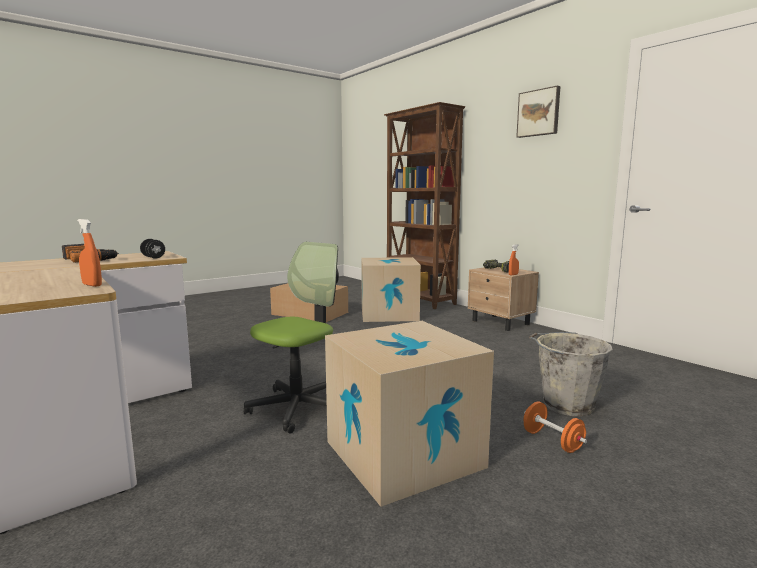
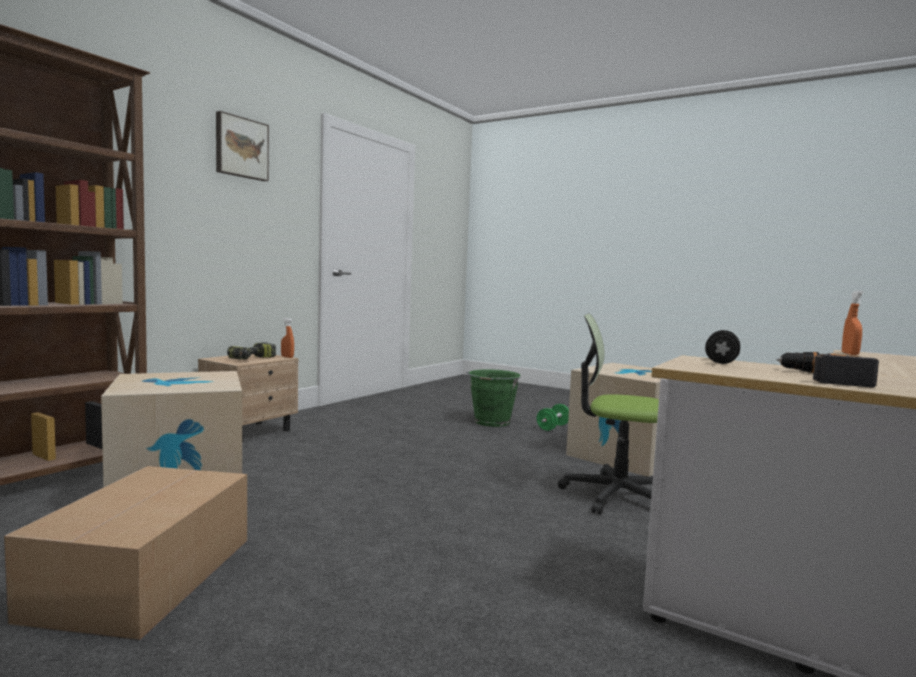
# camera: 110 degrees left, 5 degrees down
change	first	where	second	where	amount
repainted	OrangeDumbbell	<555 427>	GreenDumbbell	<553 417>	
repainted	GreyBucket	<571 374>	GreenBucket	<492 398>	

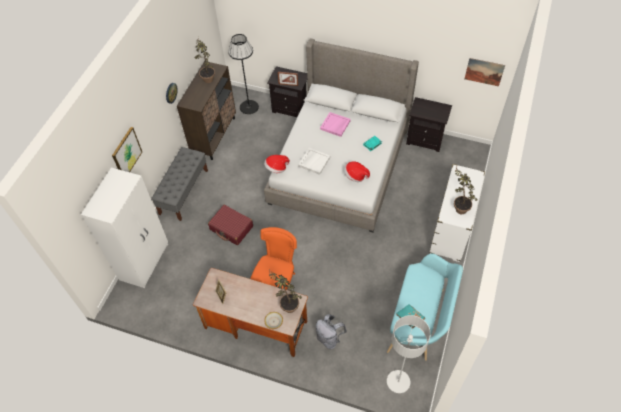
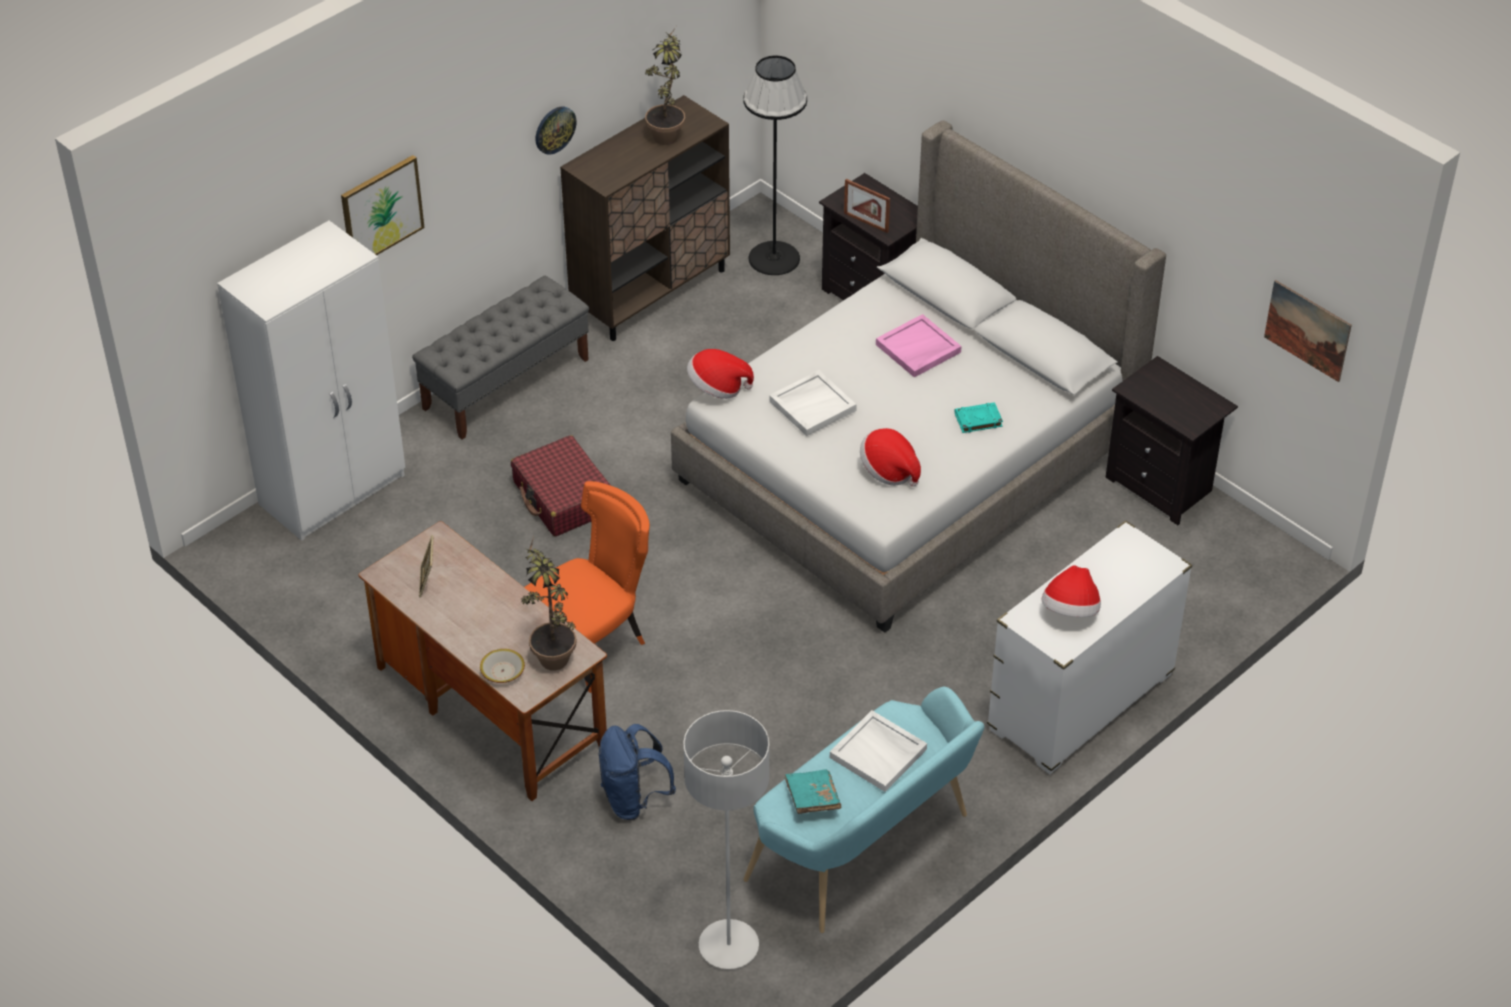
# camera: 25 degrees right, 10 degrees down
change	first	where	second	where	amount
new			WhiteTray	<878 751>	
swapped	PottedPlant	<466 190>	Hat	<1071 591>	
repainted	GreyBackpack	<331 331>	BlueBackpack	<637 772>	

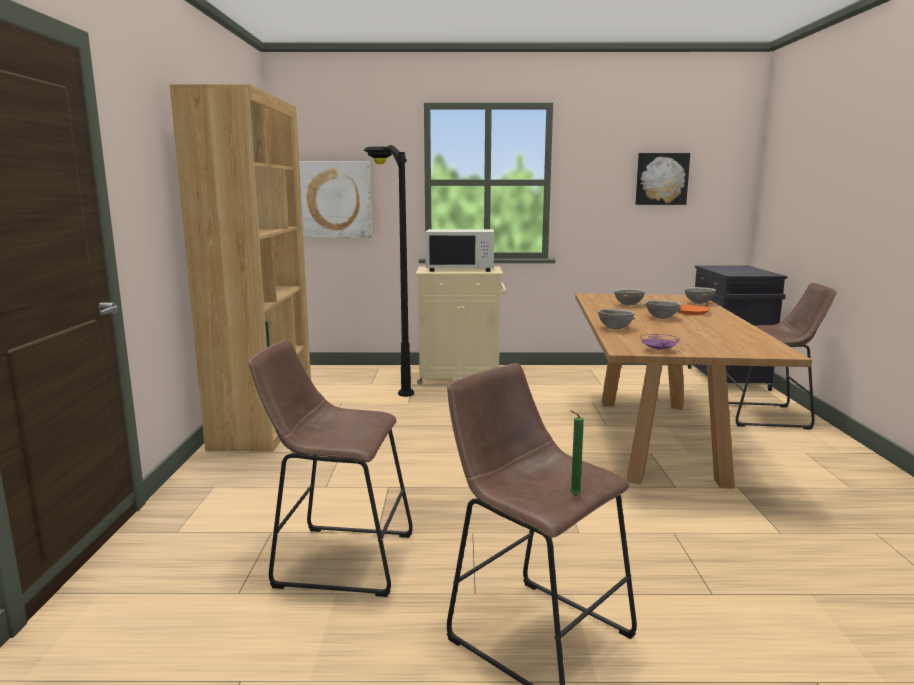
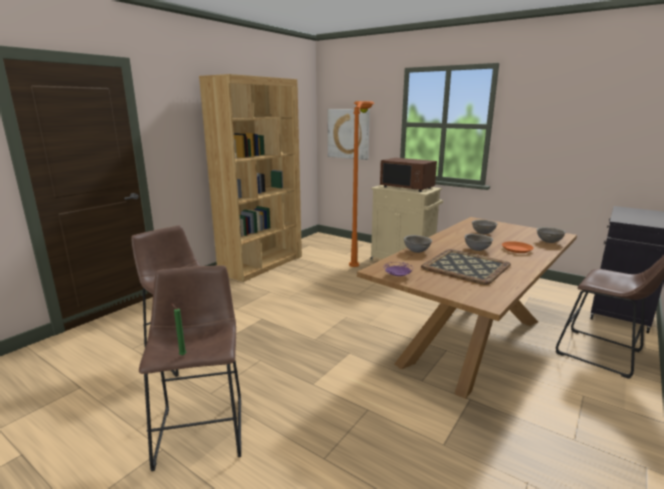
# camera: 35 degrees right, 5 degrees up
change	first	where	second	where	amount
gone	Picture	<662 179>			
new			Tray	<466 267>	
repainted	BlackFloorLamp	<388 271>	OrangeFloorLamp	<362 184>	
repainted	WhiteMicrowave	<459 250>	BrownMicrowave	<408 175>	

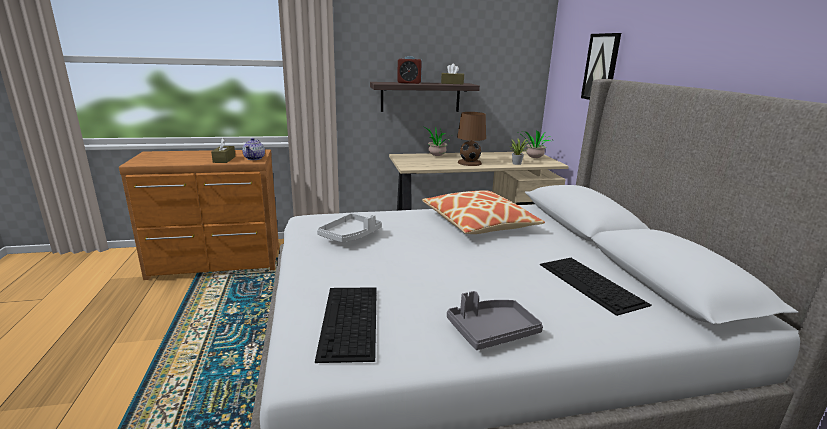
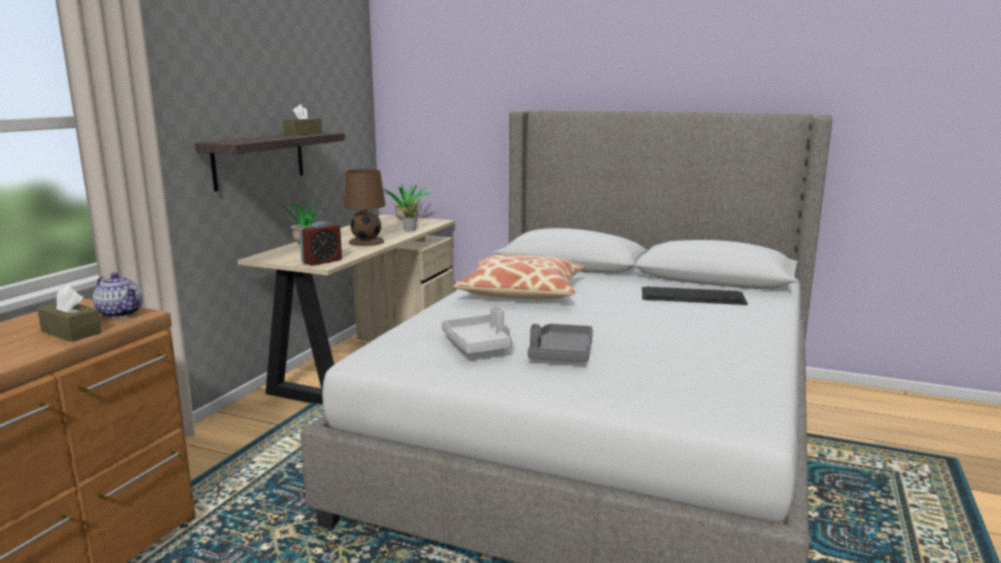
# camera: 55 degrees left, 5 degrees down
change	first	where	second	where	amount
gone	Keyboard	<346 325>			
gone	Picture	<601 66>			
shifted	AlarmClock	<409 70>		<320 244>	
shifted	GreyTray	<495 320>		<560 343>	

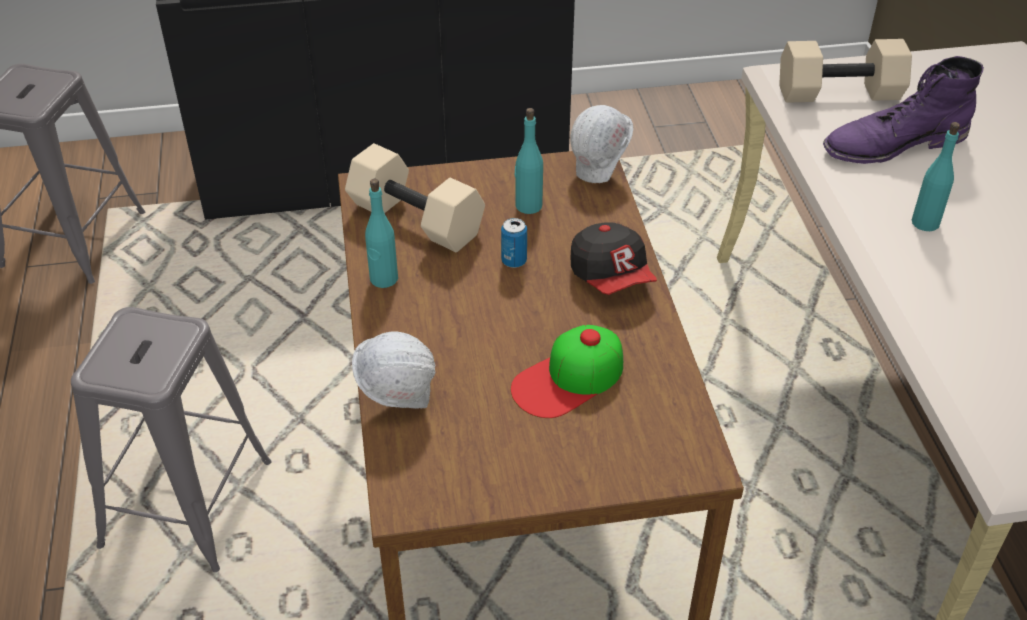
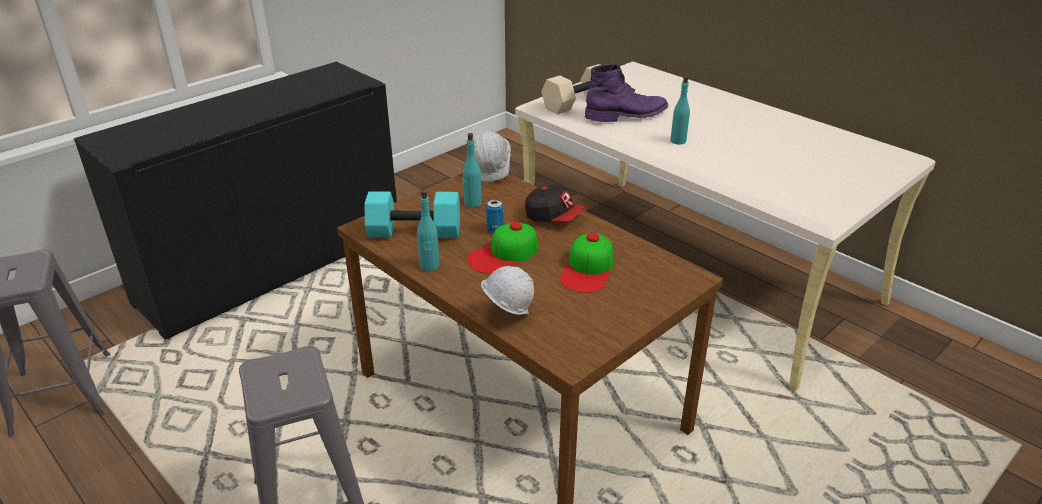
# camera: 35 degrees left, 10 degrees down
change	first	where	second	where	amount
new			Cap	<502 248>	
repainted	BeigeDumbbell	<415 197>	TurquoiseDumbbell	<412 214>	
rotated	PurpleBoot	<903 110>		<627 92>	150 degrees counterclockwise

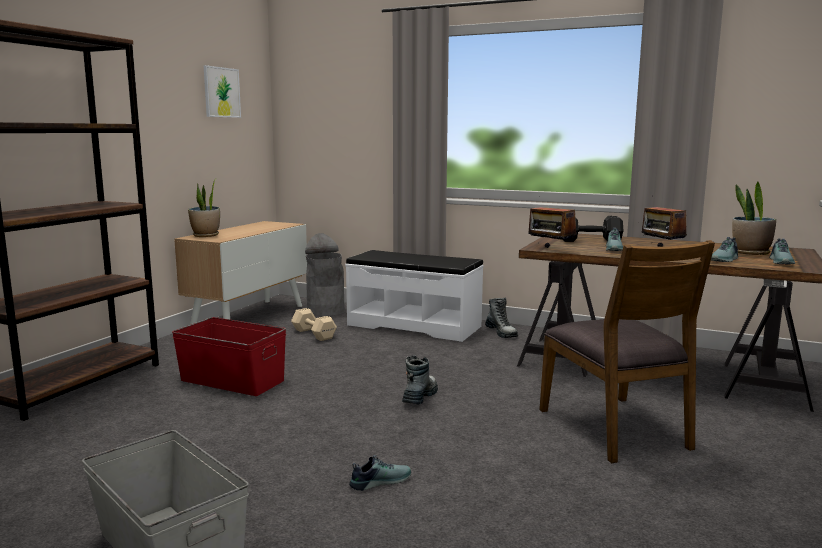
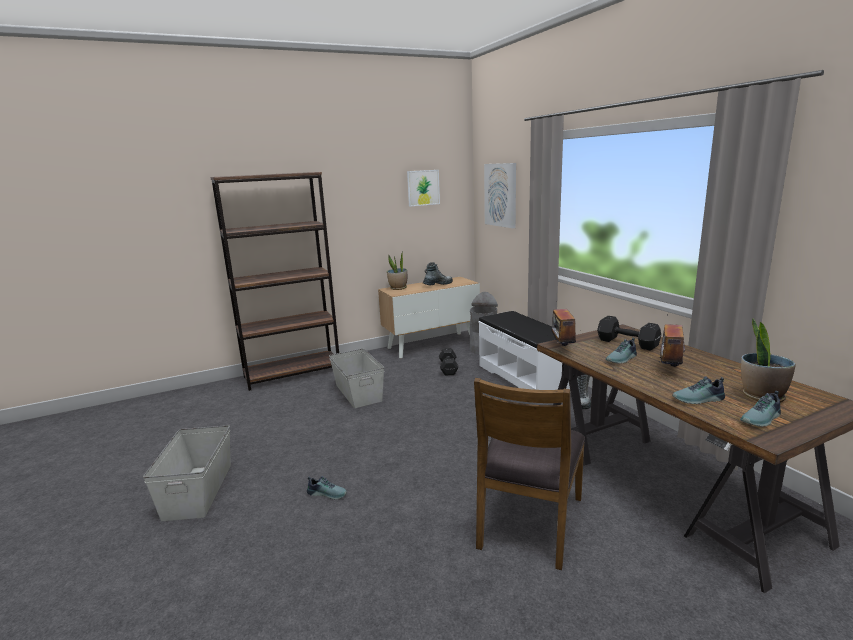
# camera: 40 degrees right, 5 degrees up
change	first	where	second	where	amount
new			Picture	<500 195>	
shifted	Boot	<420 380>		<438 273>	
repainted	RedStorageBox	<229 356>	GreyStorageBox	<356 378>	
repainted	BeigeDumbbell	<314 324>	BlackDumbbell	<449 362>	

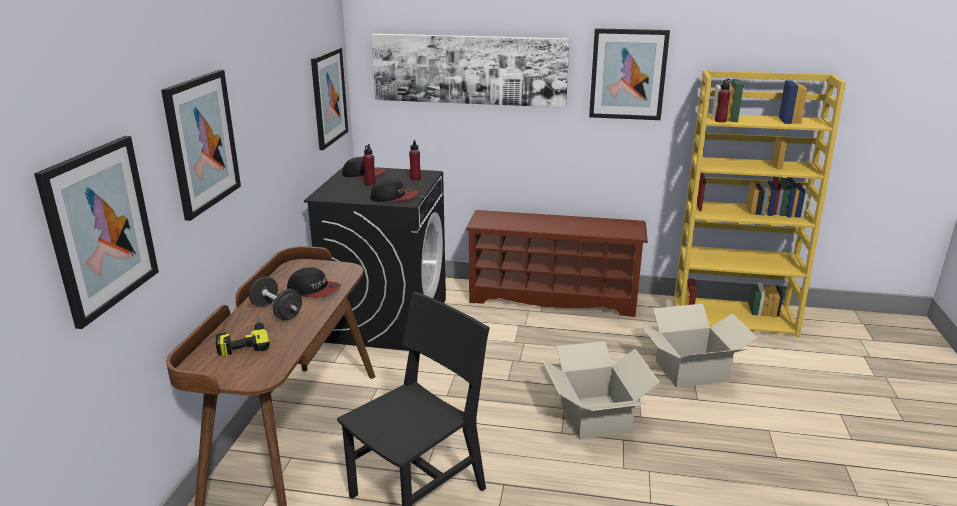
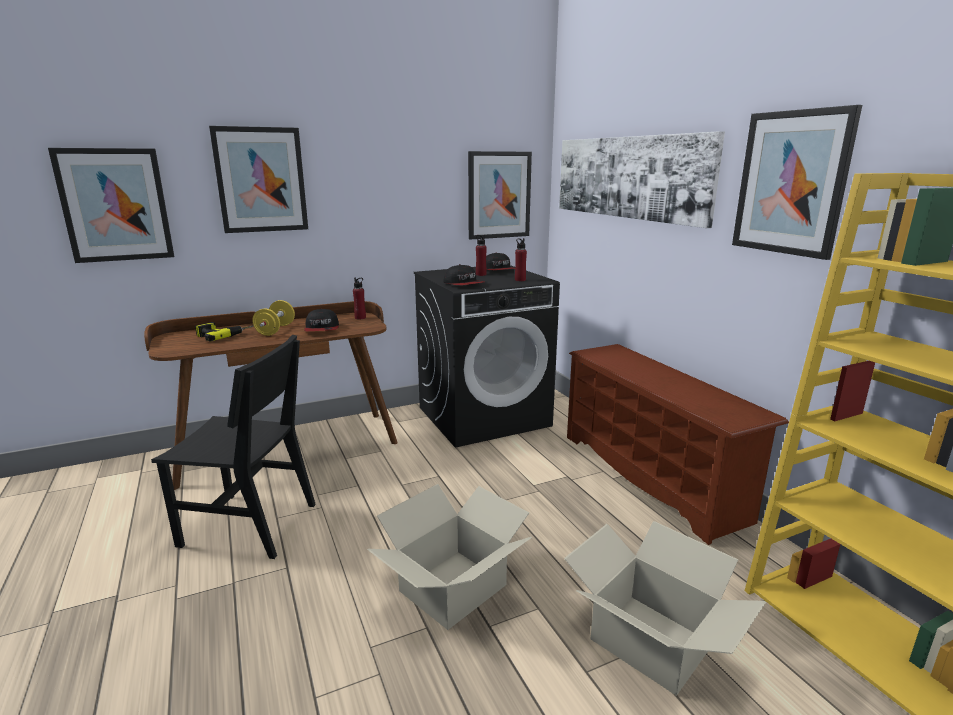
# camera: 55 degrees right, 5 degrees down
change	first	where	second	where	amount
shifted	RedBottle	<722 101>		<359 298>	
repainted	BlackDumbbell	<275 298>	YellowDumbbell	<274 318>	

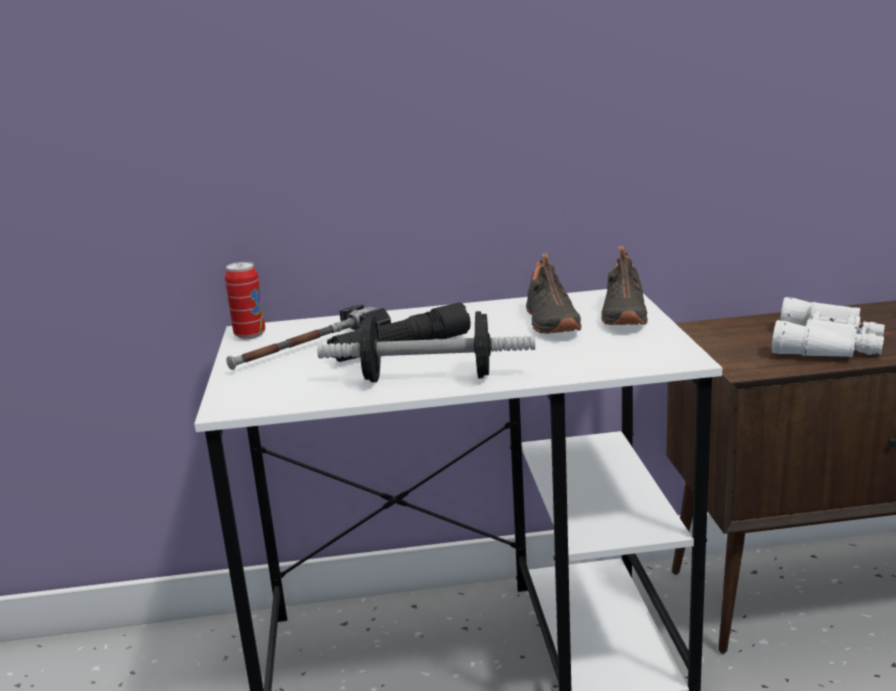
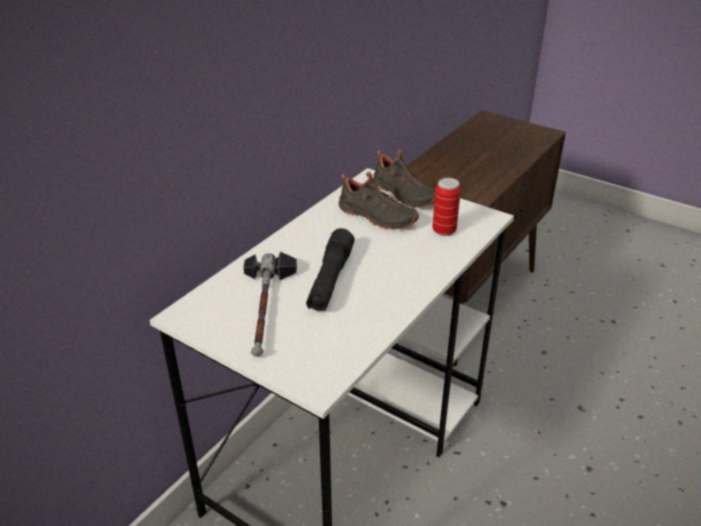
# camera: 50 degrees left, 15 degrees up
change	first	where	second	where	amount
gone	Dumbbell	<426 346>			
gone	WhiteBinoculars	<828 327>			
shifted	Can	<245 300>		<446 207>	

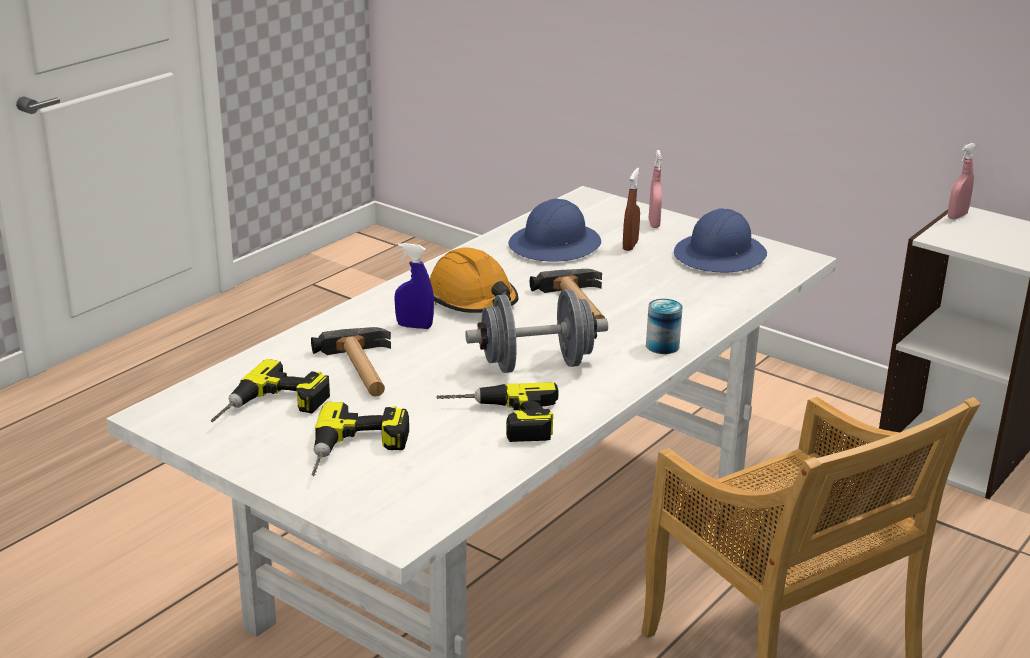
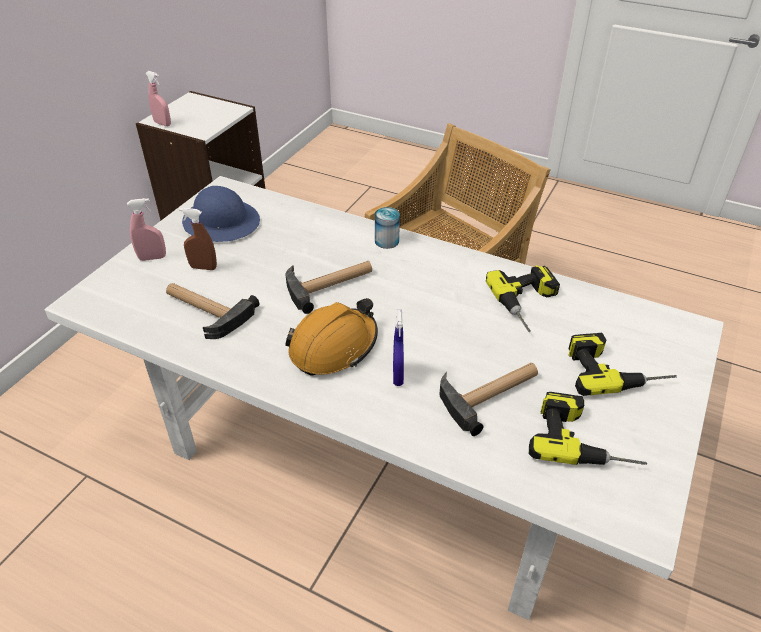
# camera: 100 degrees left, 15 degrees up
change	first	where	second	where	amount
gone	GreyDumbbell	<536 331>			
swapped	BlueHardHat	<554 230>	Hammer	<213 311>	

